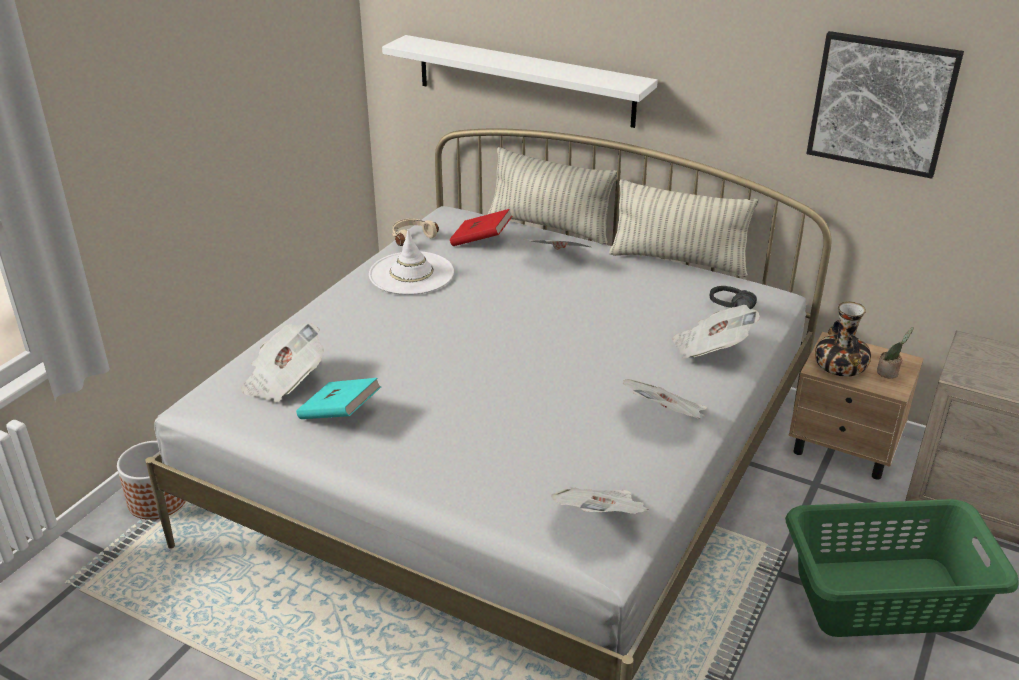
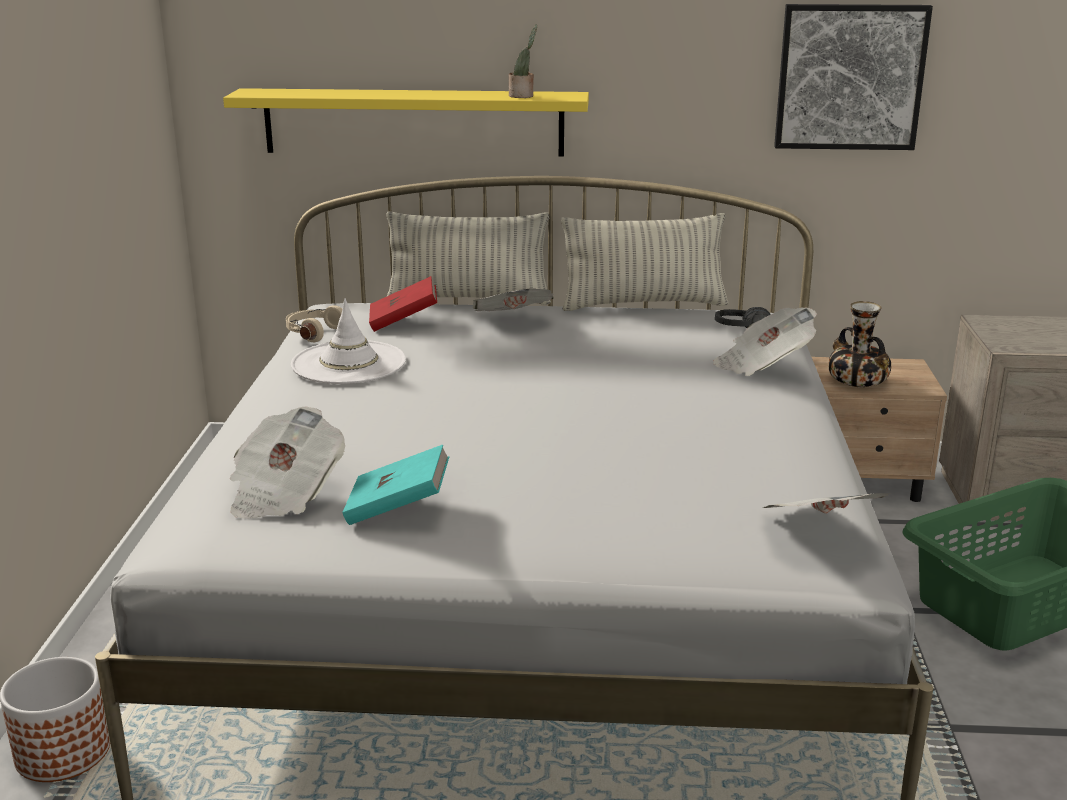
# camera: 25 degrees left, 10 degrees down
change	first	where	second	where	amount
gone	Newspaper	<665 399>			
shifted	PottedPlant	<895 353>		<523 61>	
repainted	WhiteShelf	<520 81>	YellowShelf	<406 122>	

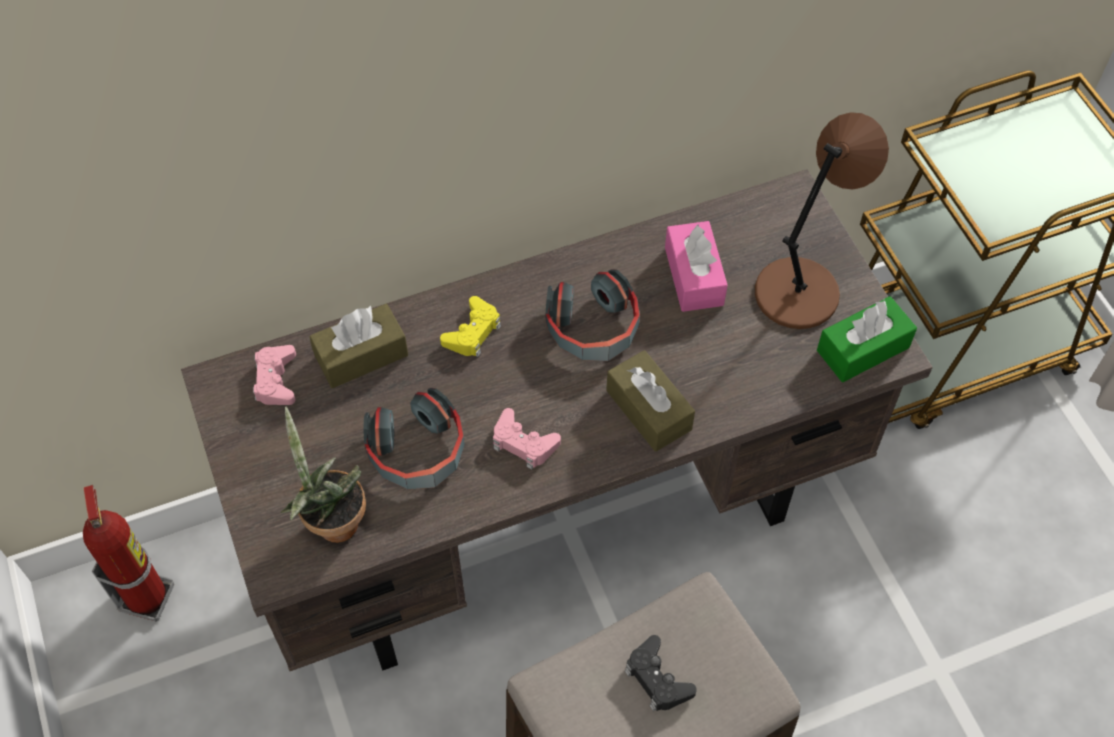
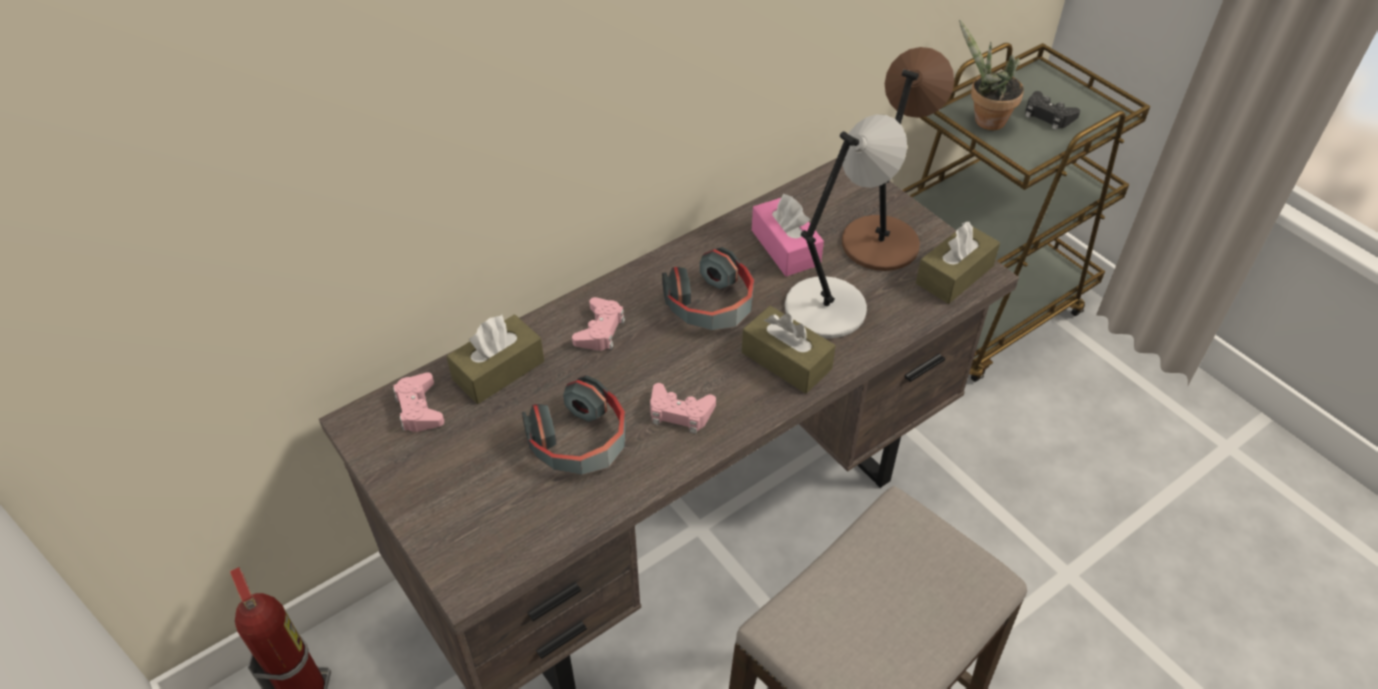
# camera: 15 degrees left, 10 degrees down
change	first	where	second	where	amount
new			GreyTableLamp	<846 226>	
shifted	PottedPlant	<323 475>		<991 74>	
shifted	BlackGameController	<661 673>		<1052 110>	
repainted	YellowGameController	<470 326>	PinkGameController	<598 324>	
repainted	GreenTissueBox	<867 339>	BrownTissueBox	<958 262>	

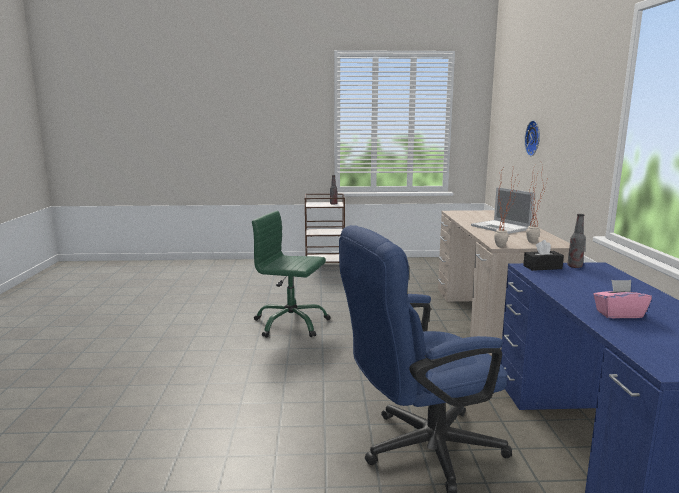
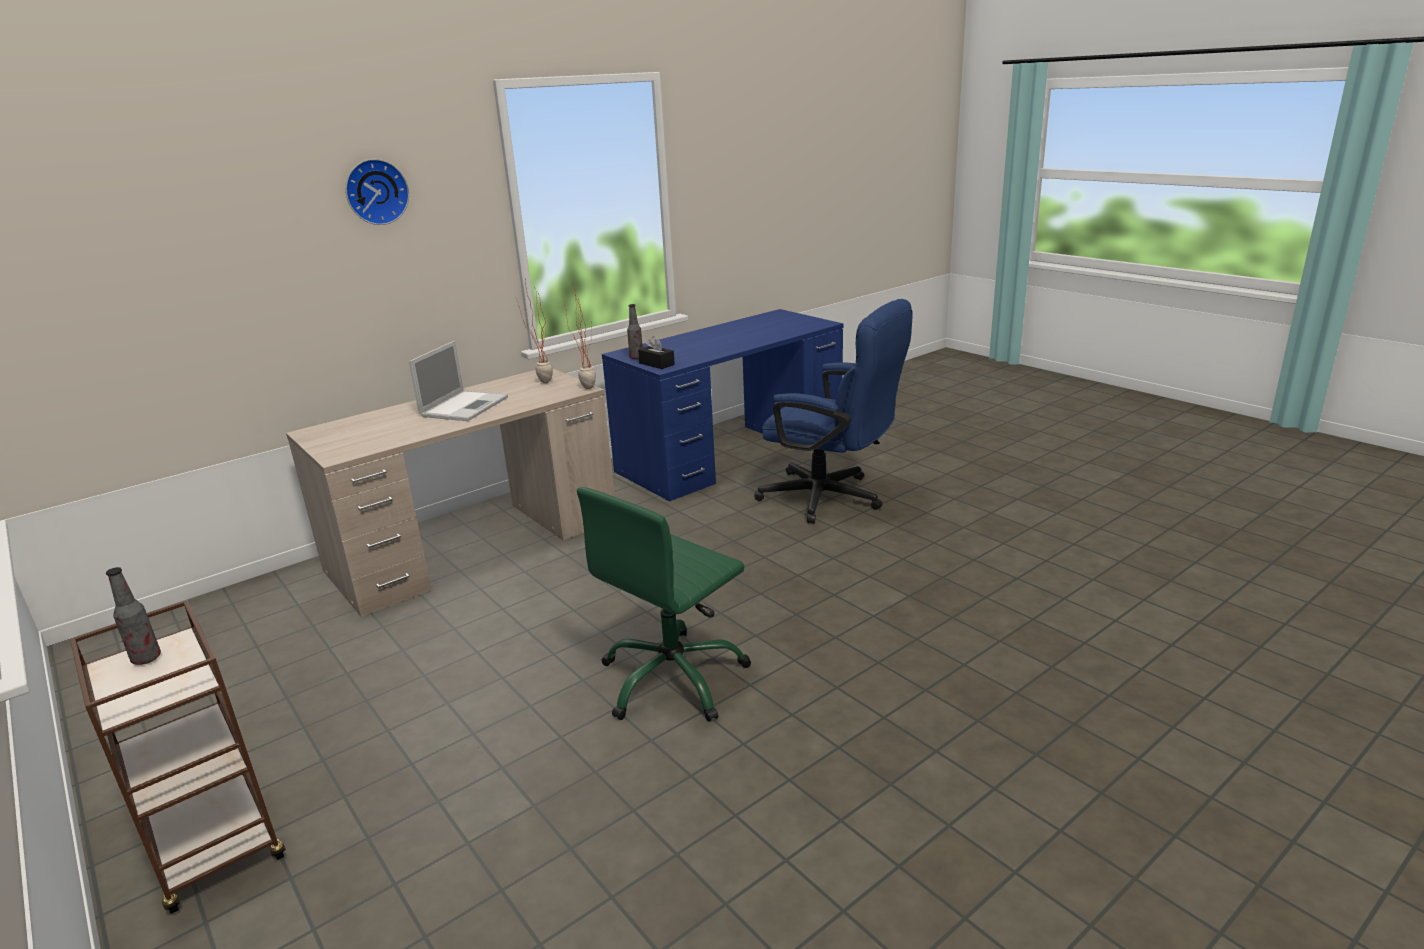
# camera: 125 degrees left, 10 degrees up
change	first	where	second	where	amount
gone	PinkTissueBox	<622 299>			
shifted	WallClock	<532 138>		<377 192>	
rotated	GreenOfficeChair	<291 274>		<664 604>	60 degrees clockwise

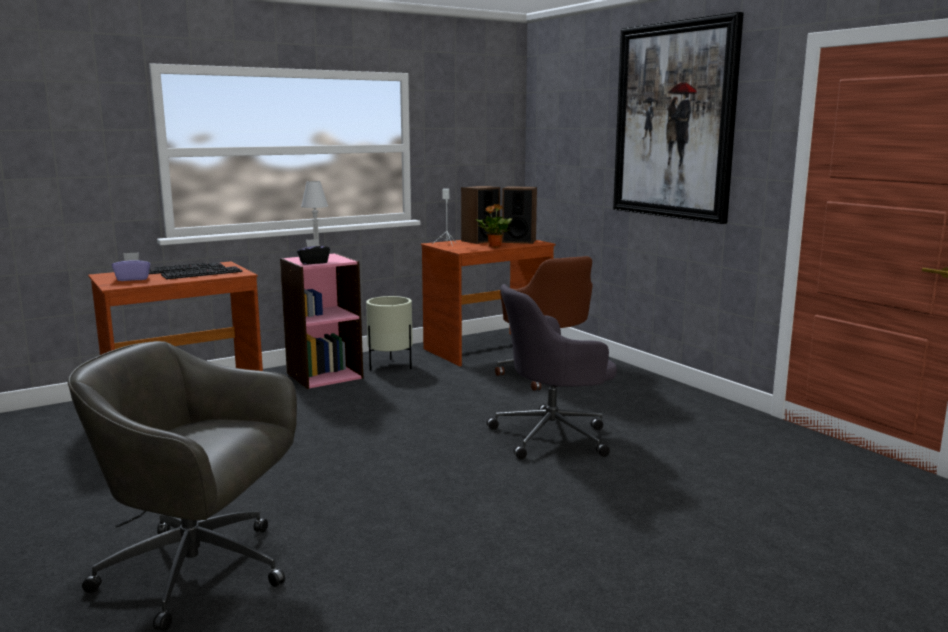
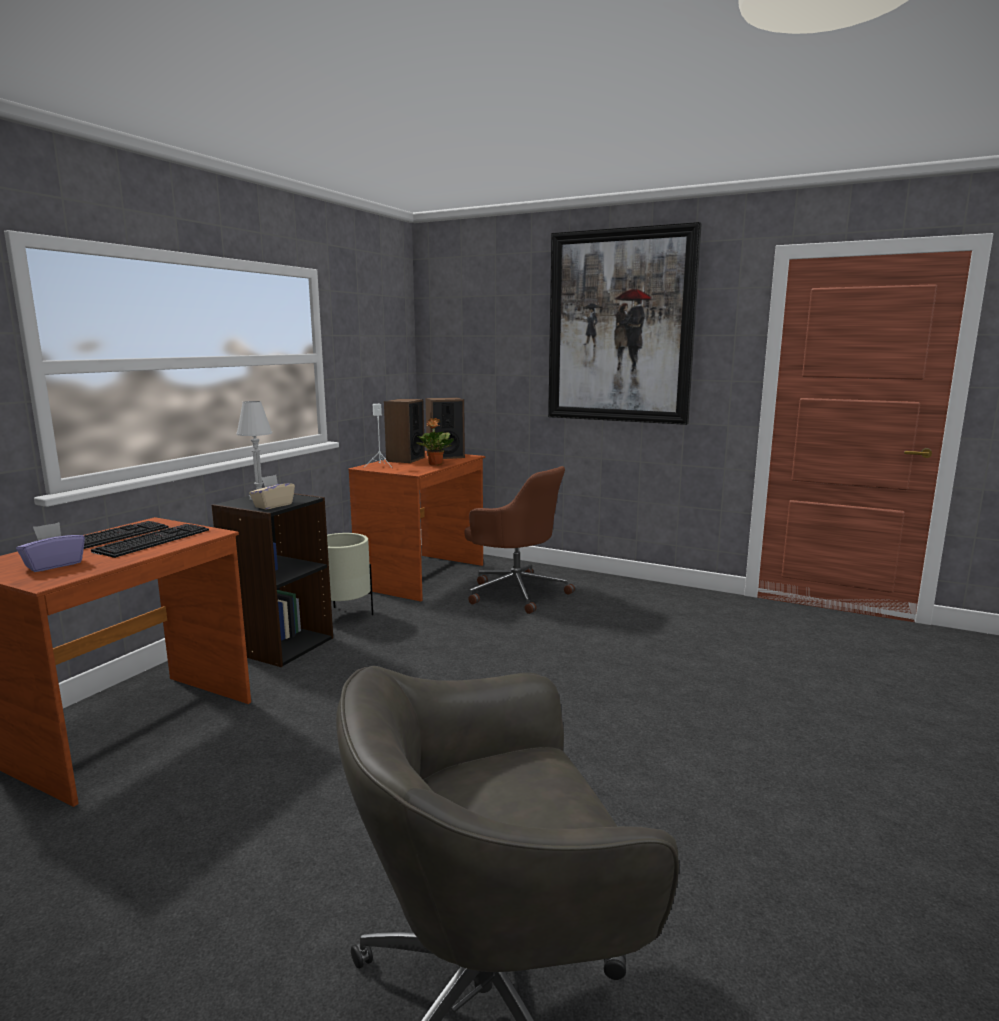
# camera: 30 degrees left, 0 degrees up
change	first	where	second	where	amount
gone	GreyOfficeChair	<552 371>			
repainted	PinkBookcase	<321 321>	BlackBookcase	<272 580>	
repainted	BlackTissueBox	<313 251>	BeigeTissueBox	<272 492>	

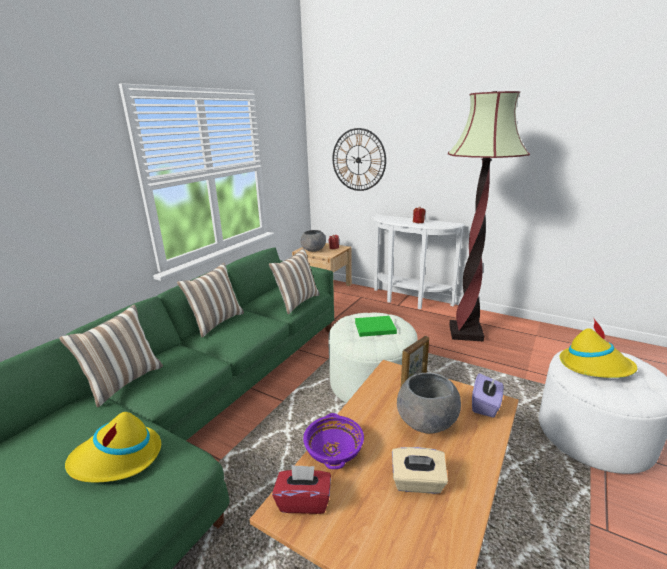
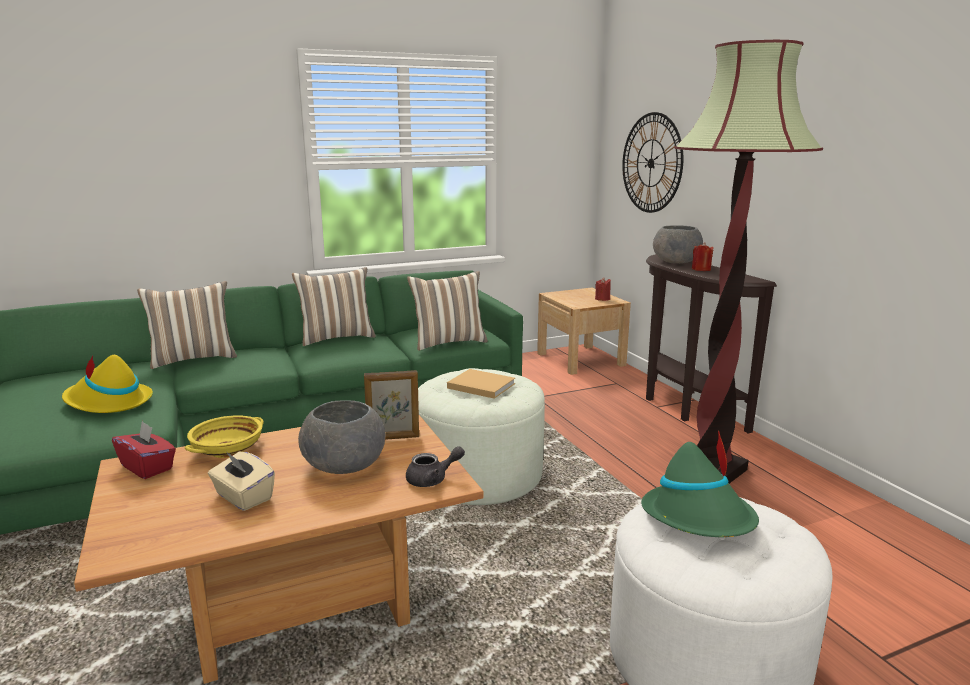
# camera: 35 degrees right, 5 degrees down
change	first	where	second	where	amount
shifted	GreyBowl	<313 241>		<678 244>	
swapped	PurpleTissueBox	<488 395>	GreyTeapot	<435 466>	
repainted	PurpleBowl	<333 441>	YellowBowl	<224 436>	
repainted	GreenBook	<376 326>	BeigeBook	<481 384>	
repainted	WhiteConsoleTable	<419 261>	BrownConsoleTable	<711 343>	
repainted	YellowHat	<598 348>	GreenHat	<700 483>	

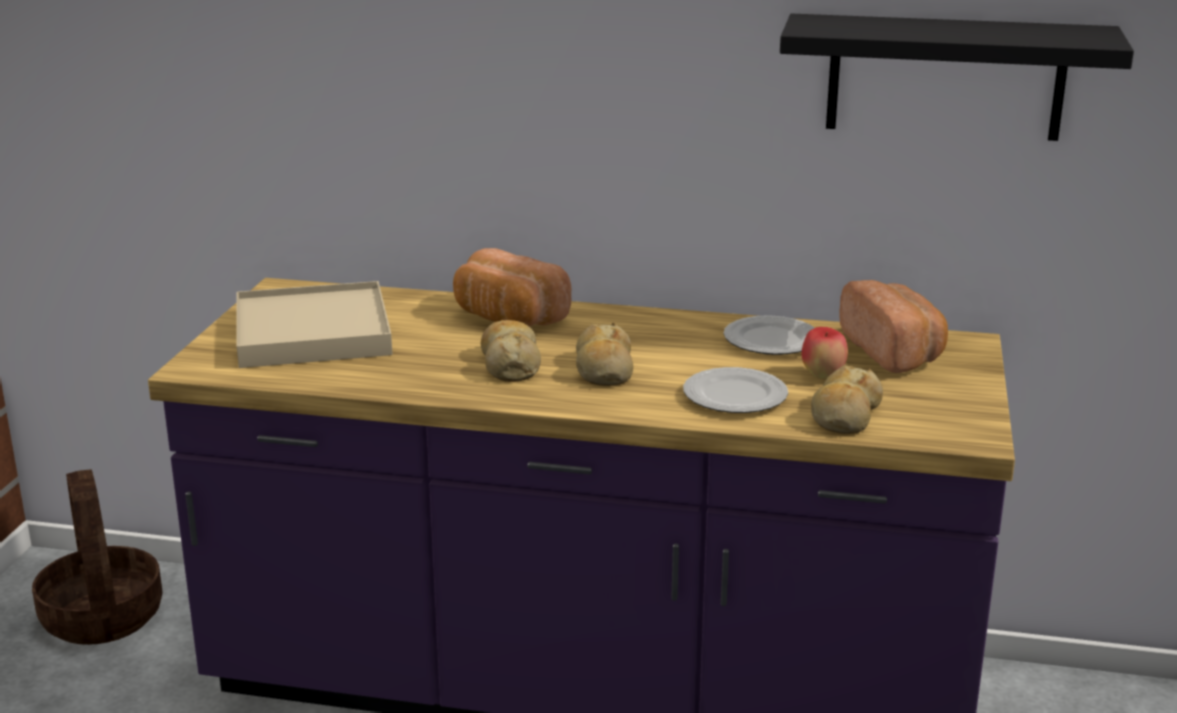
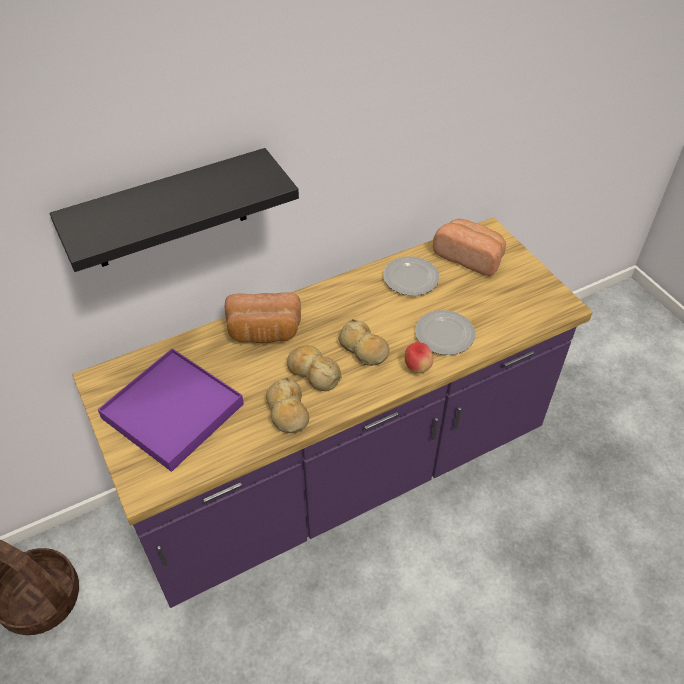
# camera: 40 degrees left, 25 degrees up
change	first	where	second	where	amount
shifted	BlackShelf	<957 77>		<174 210>	
shifted	Apple	<825 353>		<418 358>	
shifted	Bread	<847 399>		<287 405>	
repainted	BeigeTray	<315 324>	PurpleTray	<171 410>	

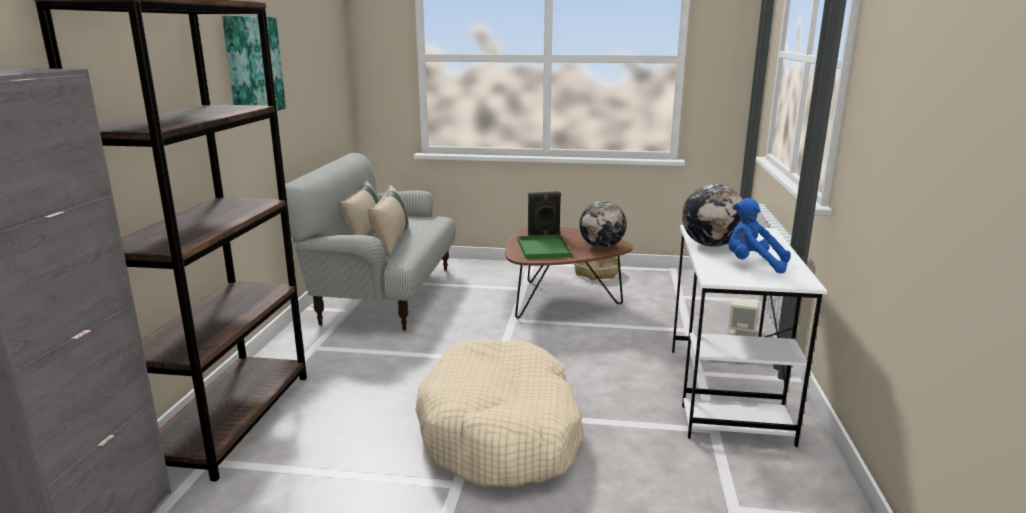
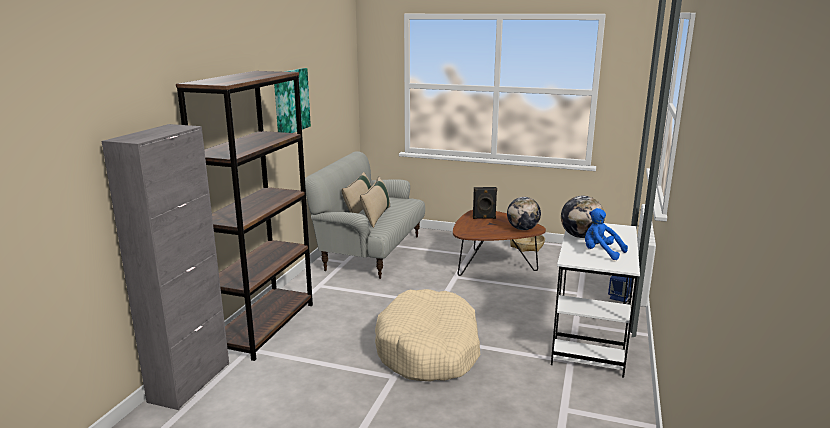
# camera: 10 degrees right, 0 degrees up
change	first	where	second	where	amount
gone	GreenTray	<545 247>			
repainted	BeigeSpeaker	<744 317>	BlueSpeaker	<620 289>	

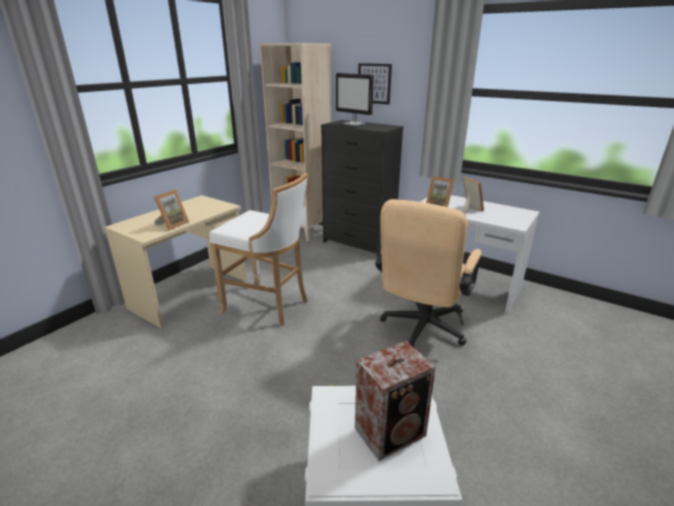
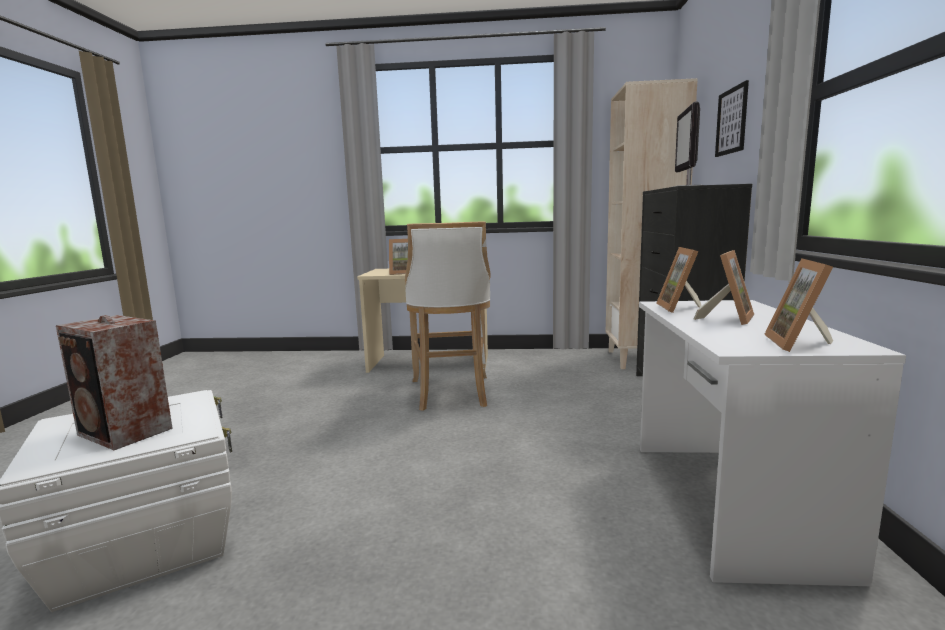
# camera: 60 degrees right, 15 degrees down
change	first	where	second	where	amount
gone	BeigeOfficeChair	<428 273>			
new			PictureFrame	<798 305>	

